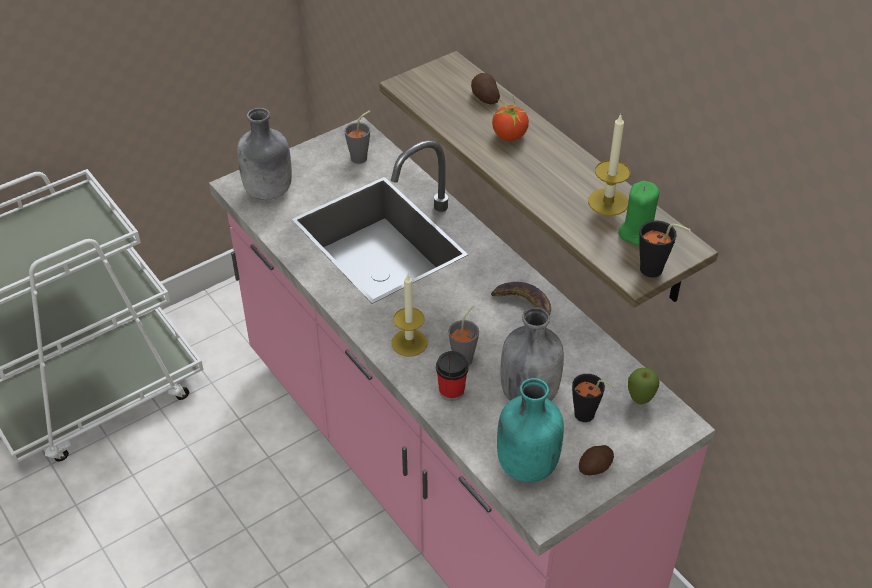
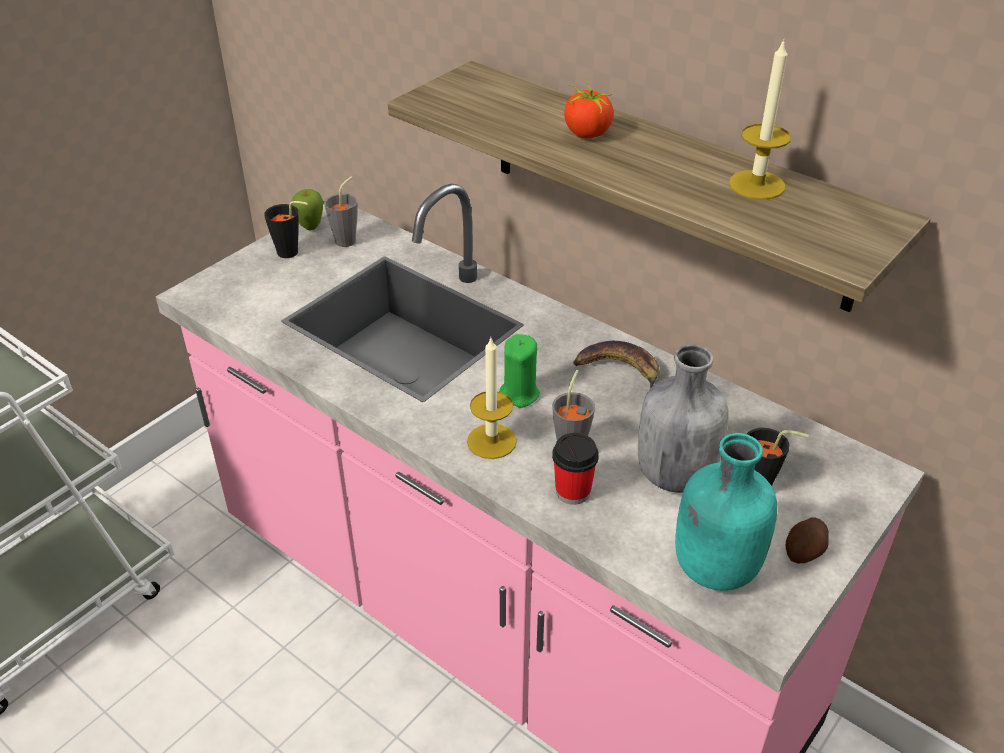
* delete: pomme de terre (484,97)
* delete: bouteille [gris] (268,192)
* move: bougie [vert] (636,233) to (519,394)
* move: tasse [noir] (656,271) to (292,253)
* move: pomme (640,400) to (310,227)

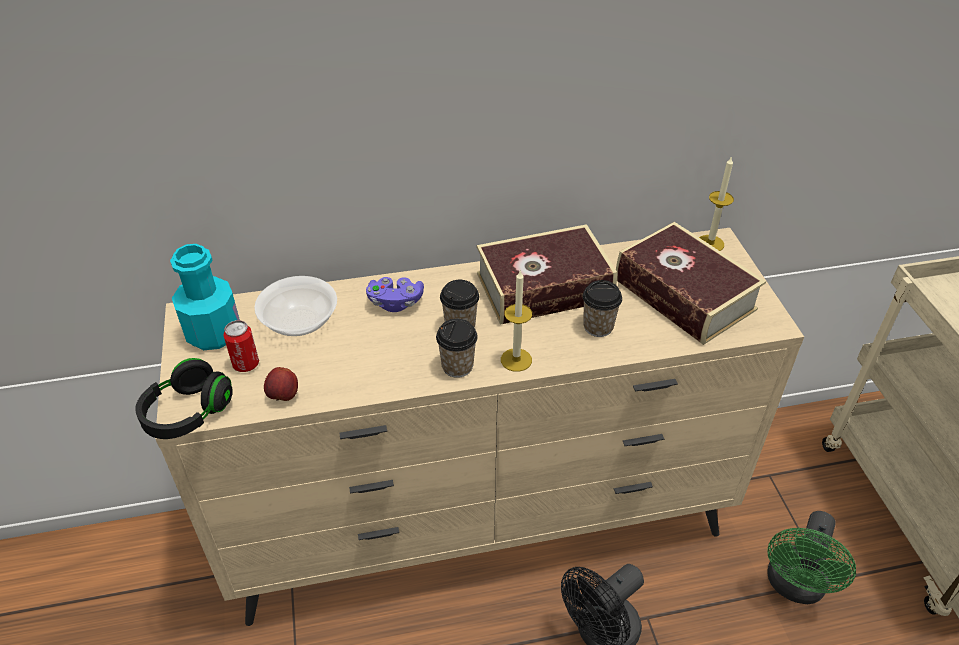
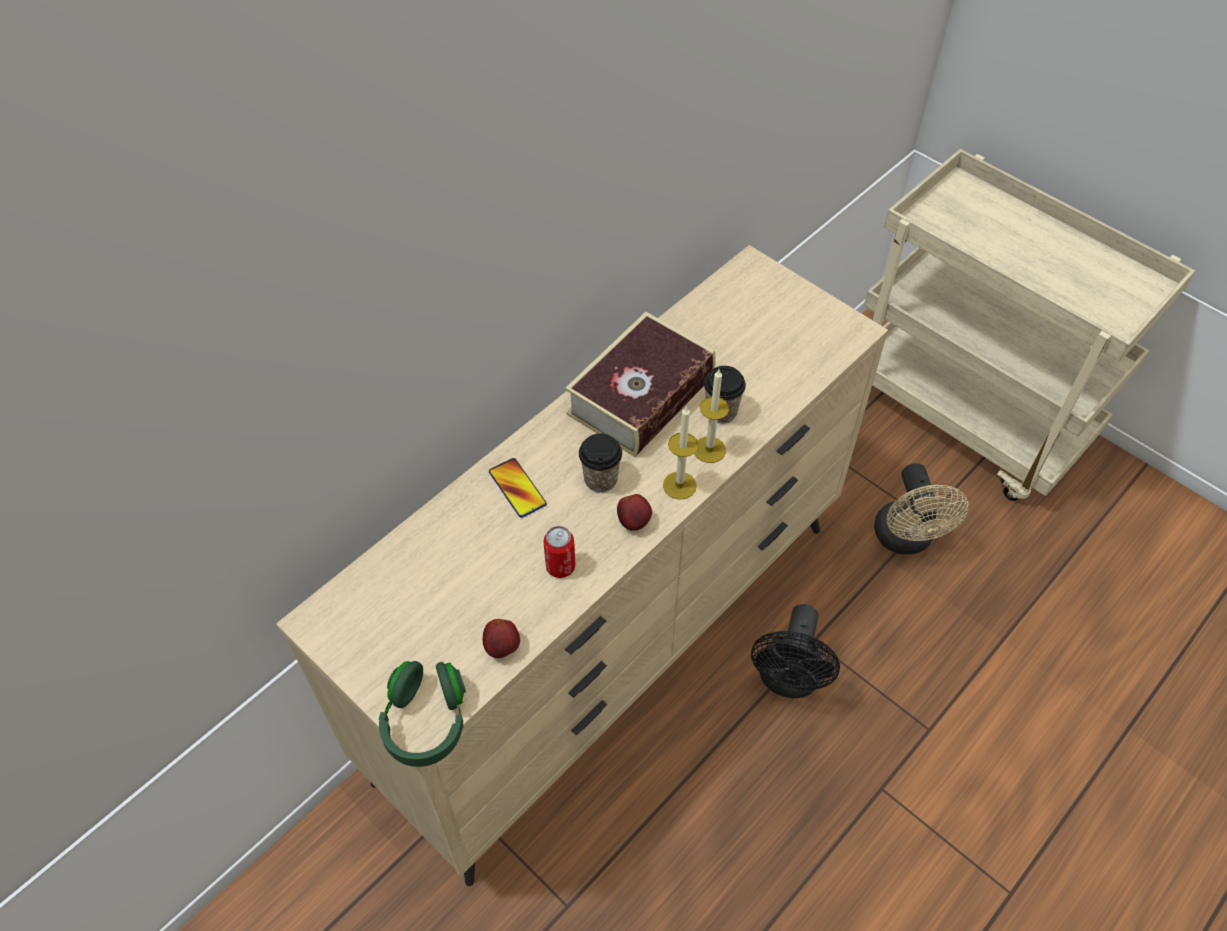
* move: bougie (710,243) to (709,449)
* delete: livre (684,295)
* delete: bouteille [turquoise] (213,333)
* delete: bol (300,320)
* replace: manette [violet] (395,302) to téléphone (517,488)
* replace: tasse (457,366) to pomme (634,522)
* move: boîte métallique (246,364) to (560,566)
* recolor: casque audio [noir] (188,413) to casque audio [vert] (426,722)
* recolor: ventilateur [vert] (794,587) to ventilateur [beige] (906,540)

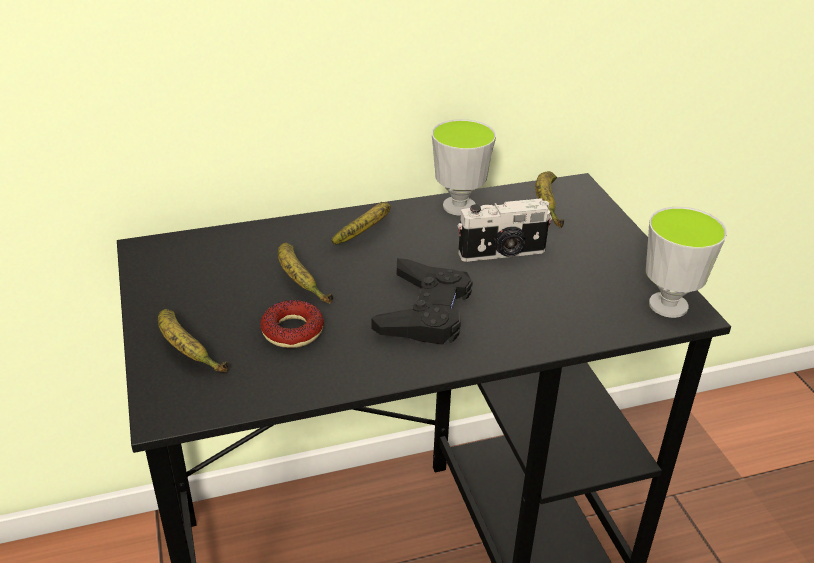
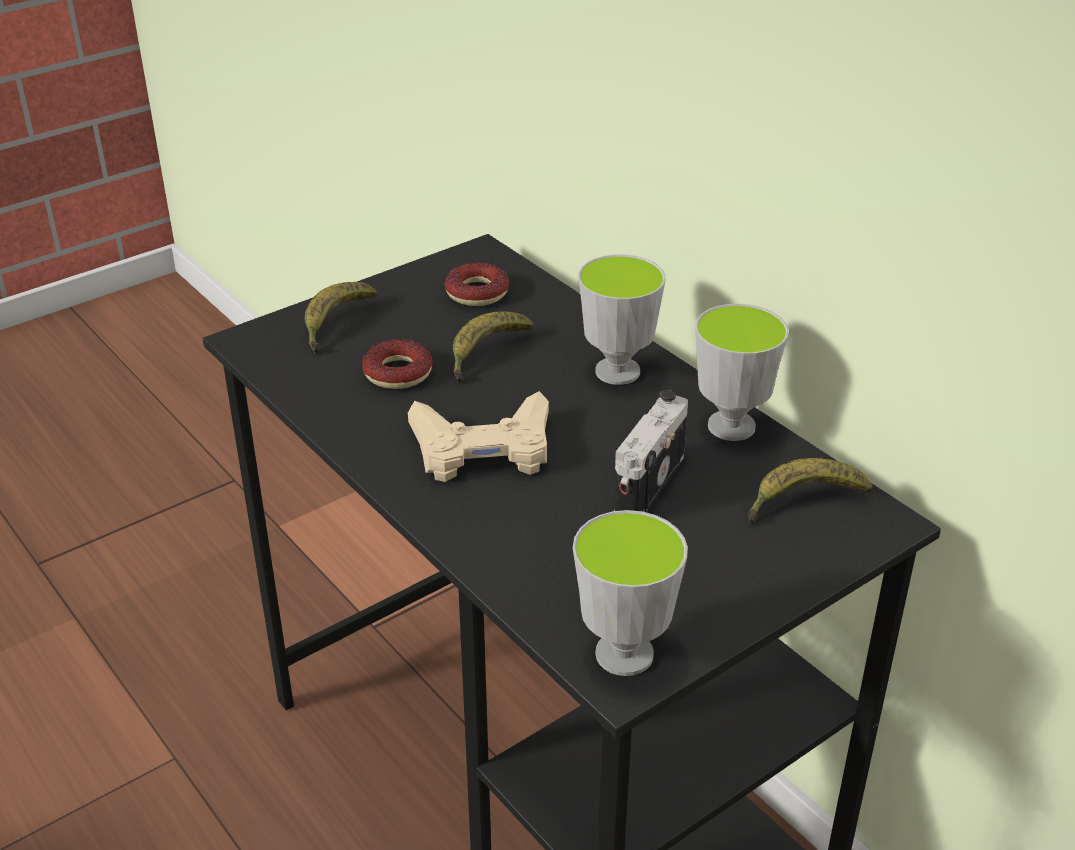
* rotate: appareil photo (503,254) = (645,484) 60 degrees clockwise
* replace: banane (367,231) to tasse (617,372)
* recolor: manette [noir] (424,311) to manette [beige] (483,448)
* insert: beignet (477,292)

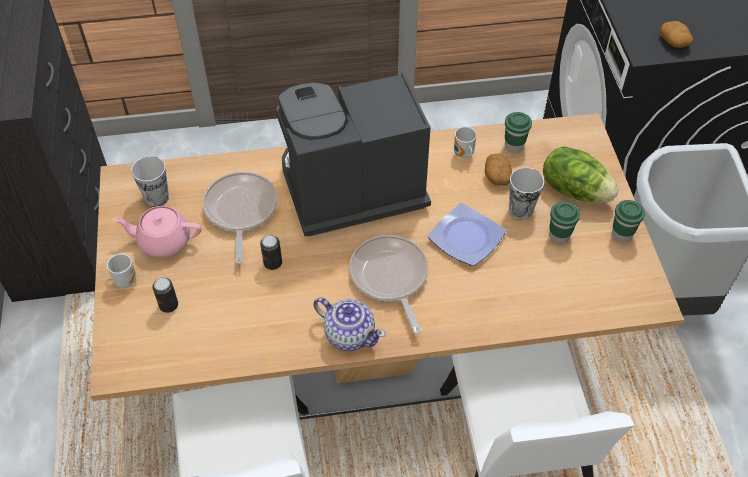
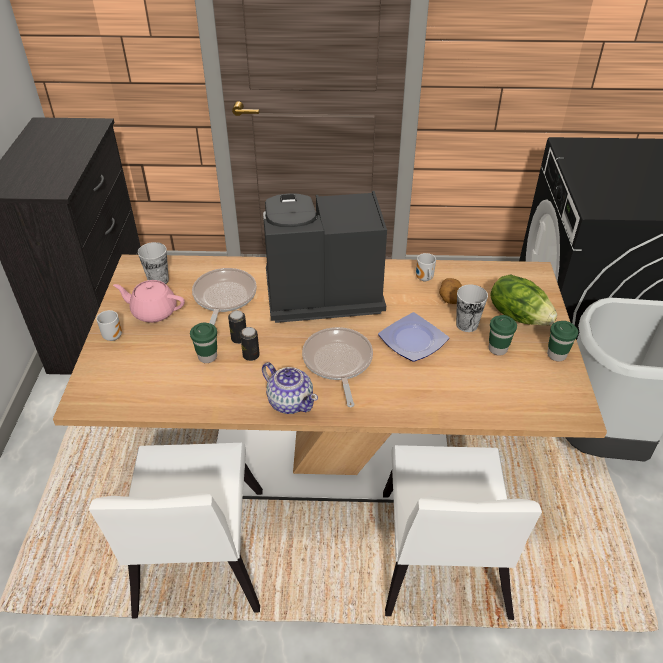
* delete: pomme de terre (674,42)
* move: tasse [vert] (514,146) to (207,357)
* move: boîte métallique (168,305) to (251,355)

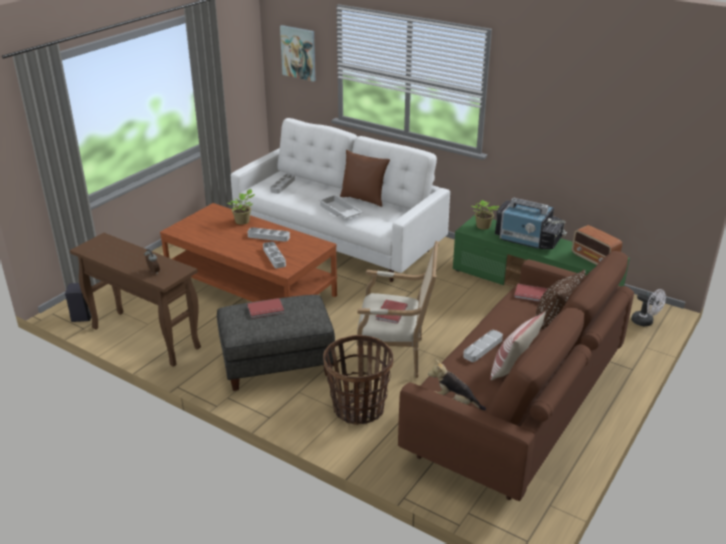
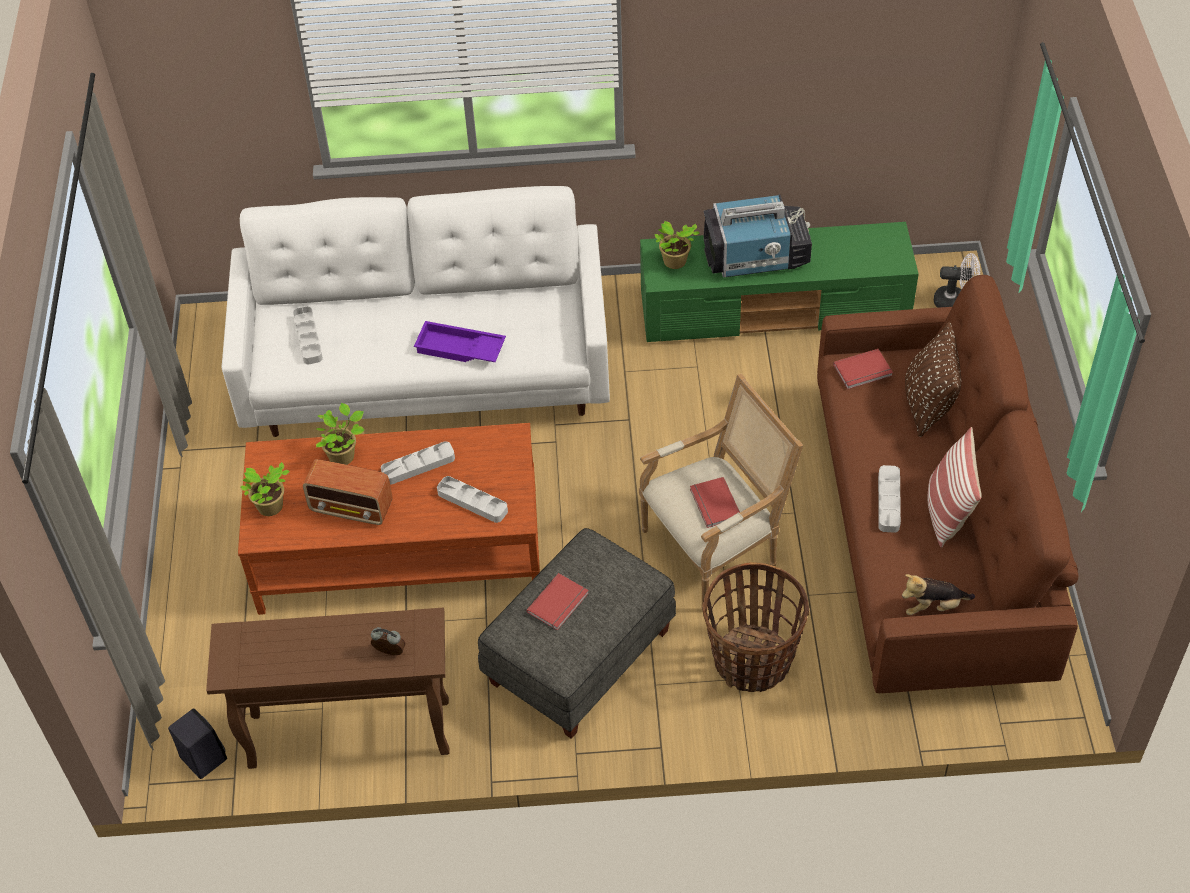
* delete: tableau (298,53)
* delete: coussin [marron] (363,199)
* recolor: plateau [blanc] (339,211) to plateau [violet] (459,349)
* move: radio (594,260) to (352,508)
* insert: plante en pot (271,508)

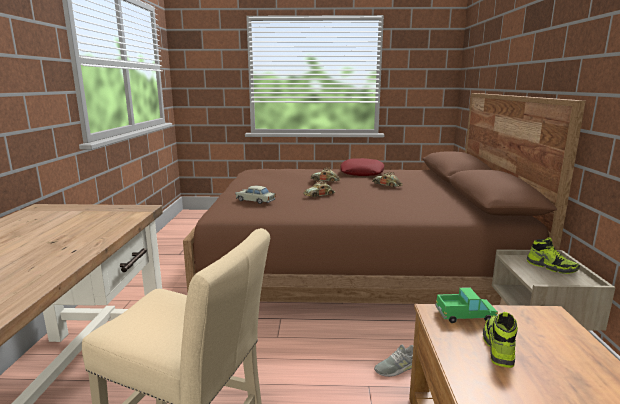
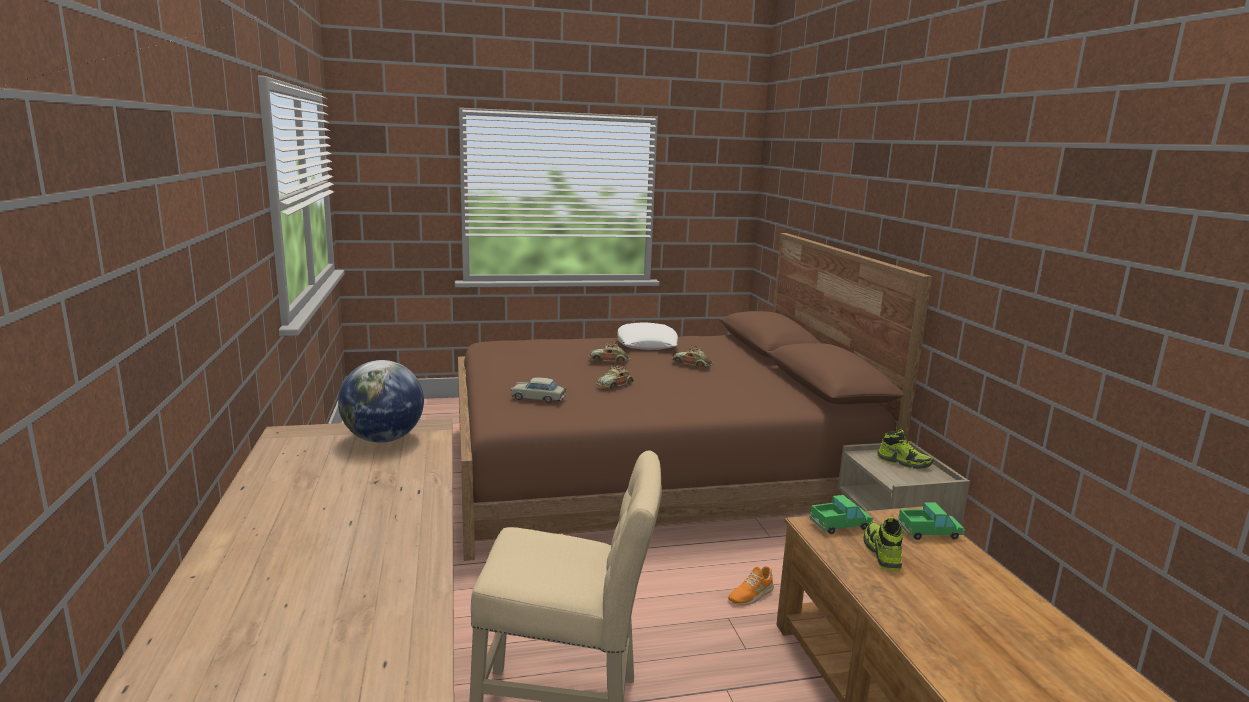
* recolor: coussin [rouge] (362,173) to coussin [blanc] (647,344)
* recolor: chaussure [gris] (396,367) to chaussure [orange] (751,594)
* insert: globe (383,439)
* insert: camion jouet (929,532)

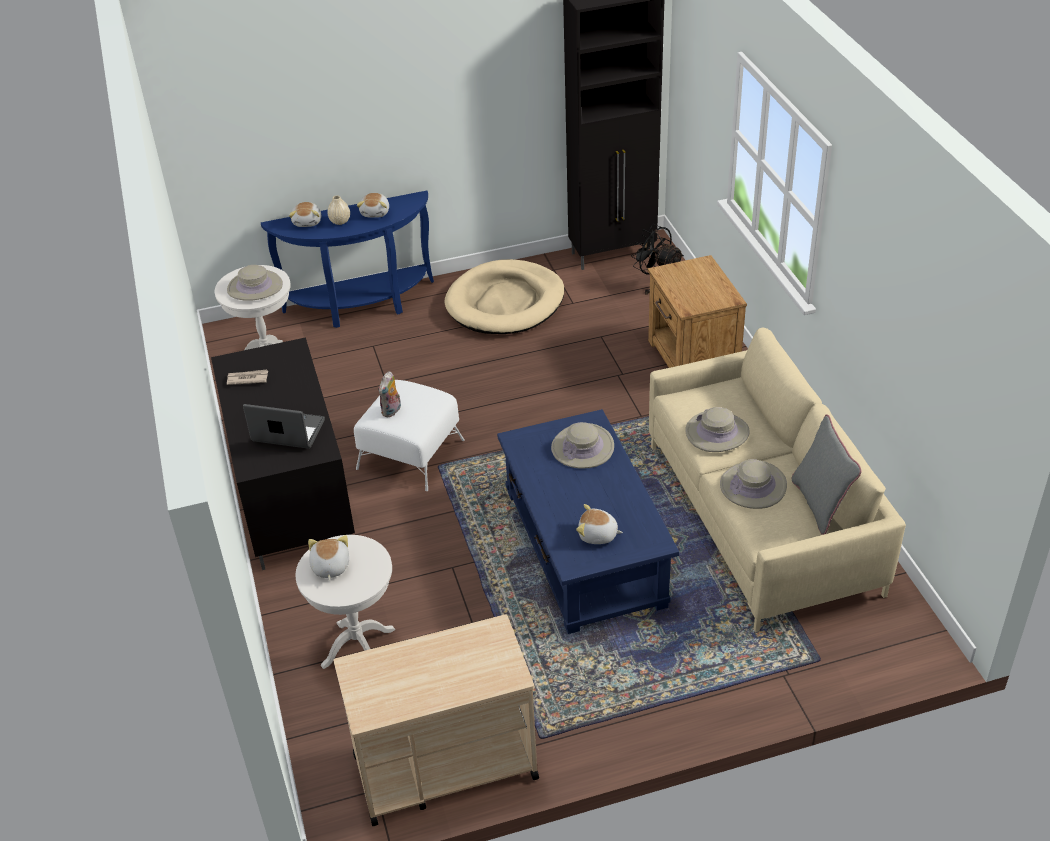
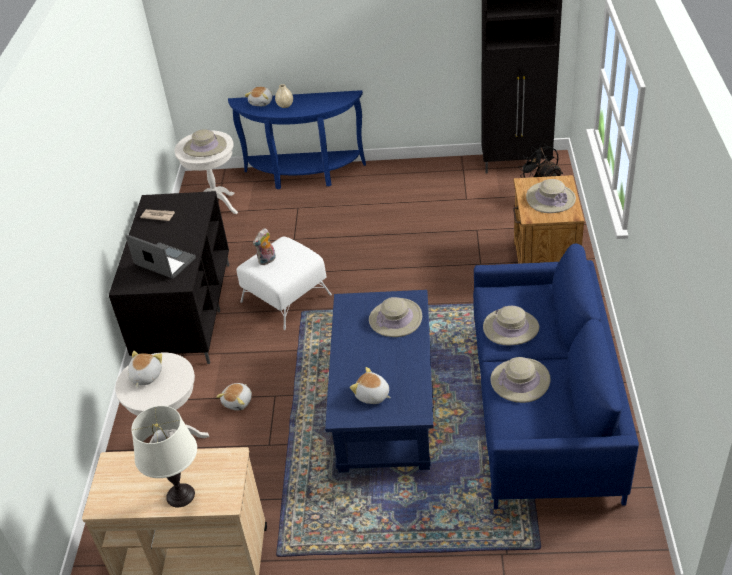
* move: peluche (376,212) to (238,402)
* delete: panier pour chien [beige] (505,302)
* recolor: canapé [beige] (761,518) to canapé [bleu] (543,409)
* delete: coussin [gris] (820,504)
* insert: chapeau [beige] (550,198)
* insert: lampe de table [blanc] (180,495)

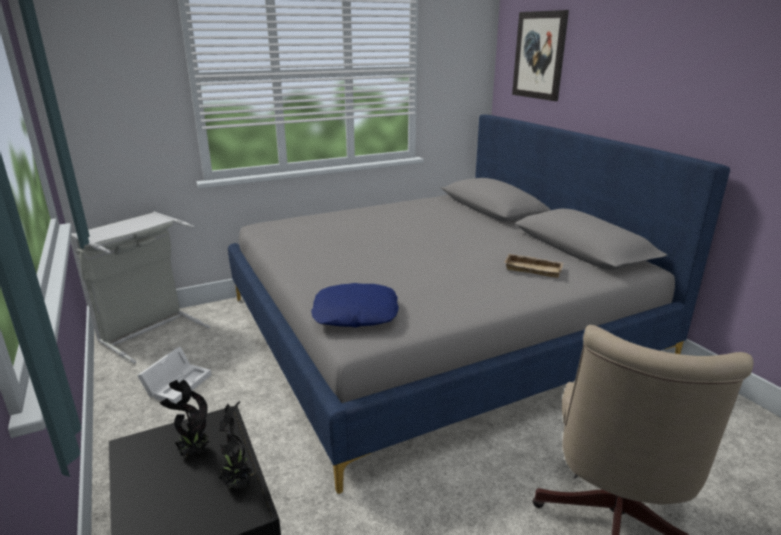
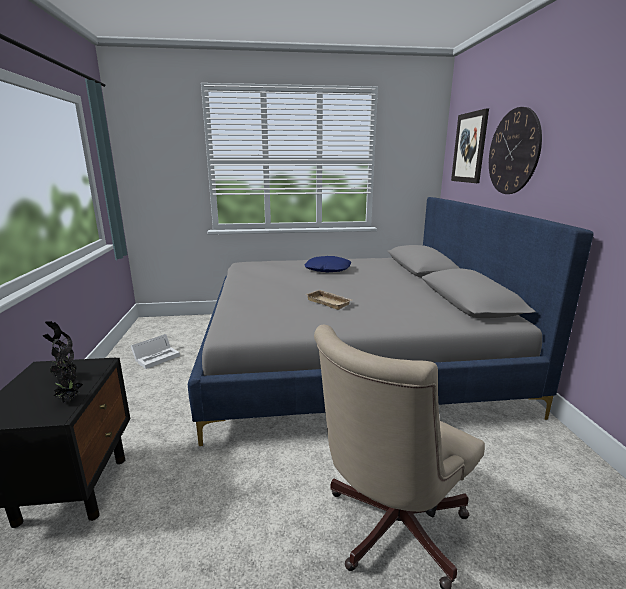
* delete: panier à linge [gris] (149,331)
* move: plateau [beige] (534,269) to (330,302)
* move: coussin [bleu] (355,314) to (327,269)
* insert: horloge murale (513,152)

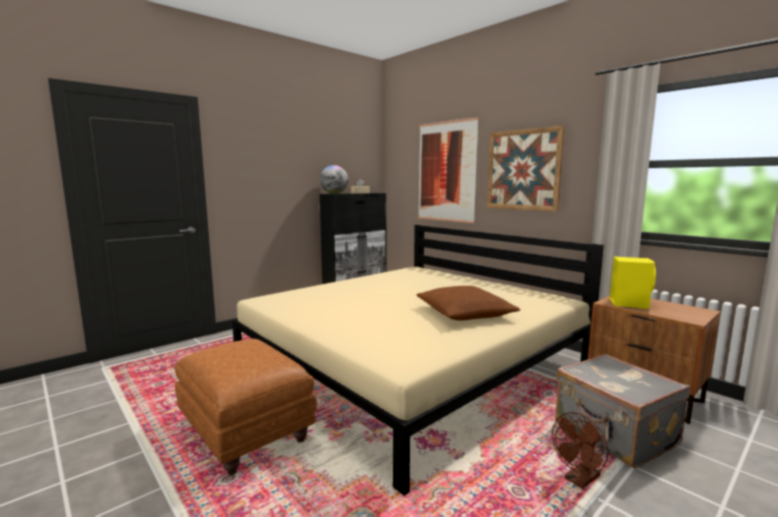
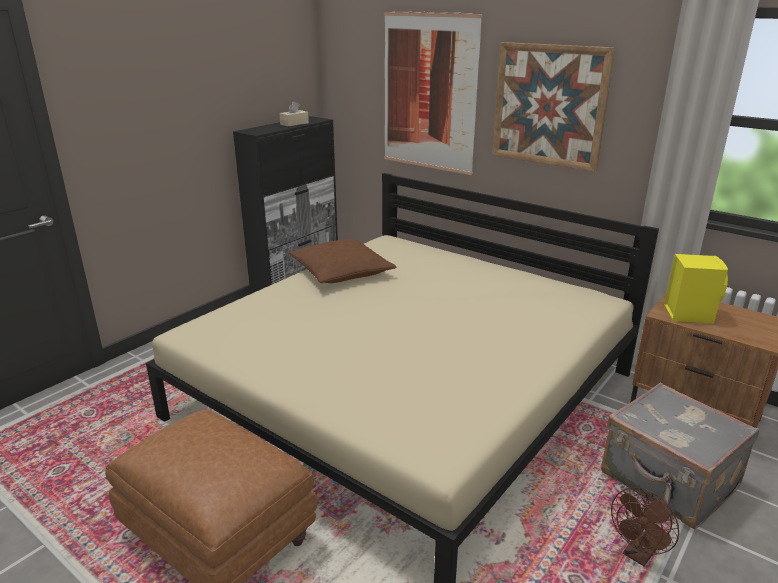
* delete: globe (334,193)
* move: coussin [marron] (464,313) to (341,271)

